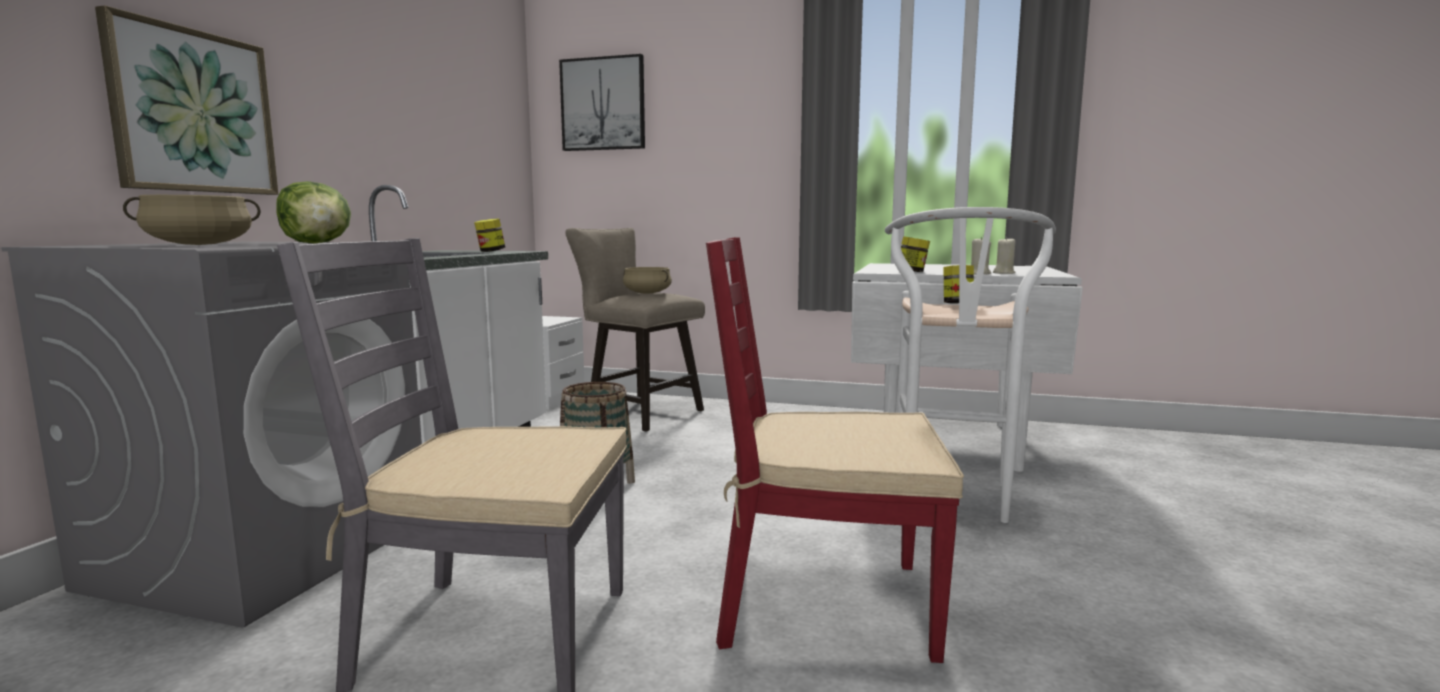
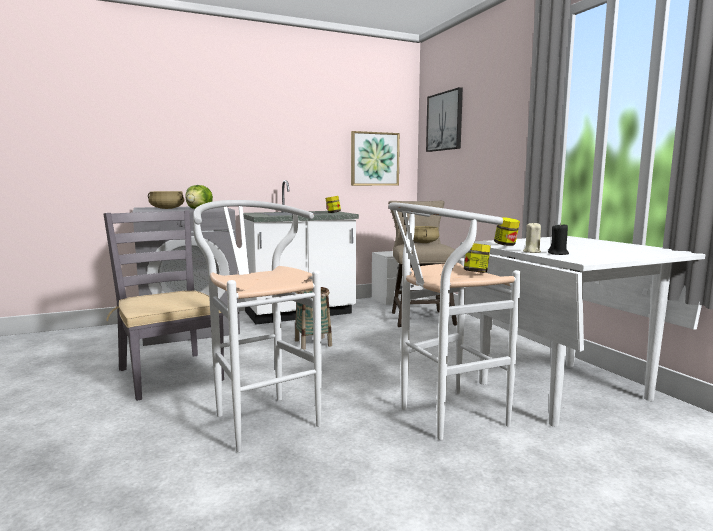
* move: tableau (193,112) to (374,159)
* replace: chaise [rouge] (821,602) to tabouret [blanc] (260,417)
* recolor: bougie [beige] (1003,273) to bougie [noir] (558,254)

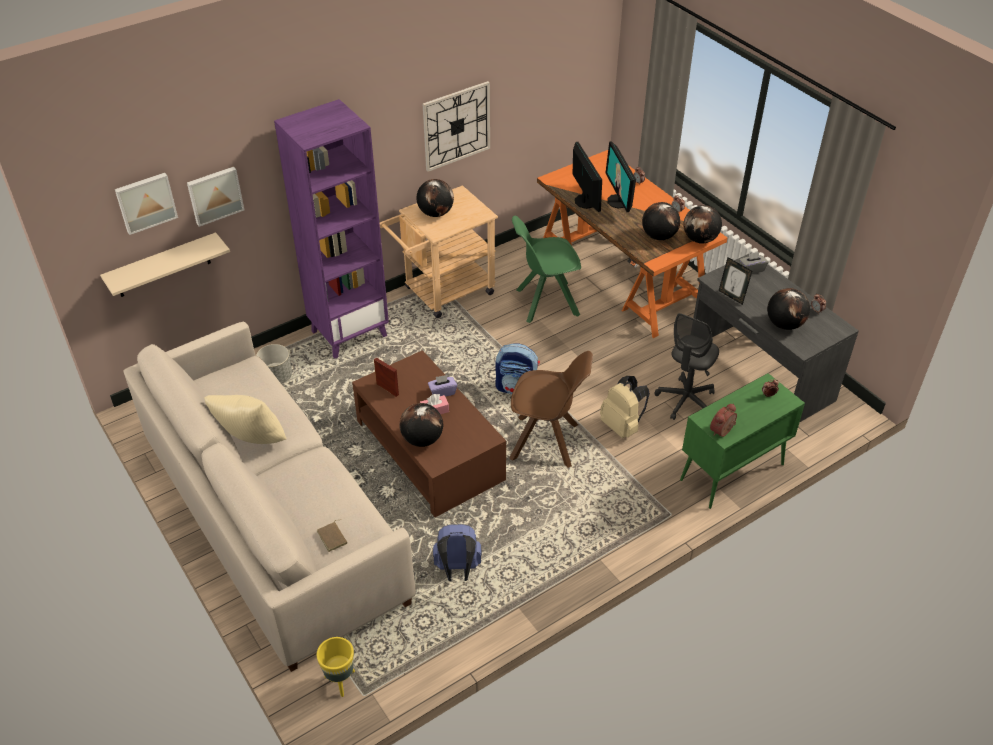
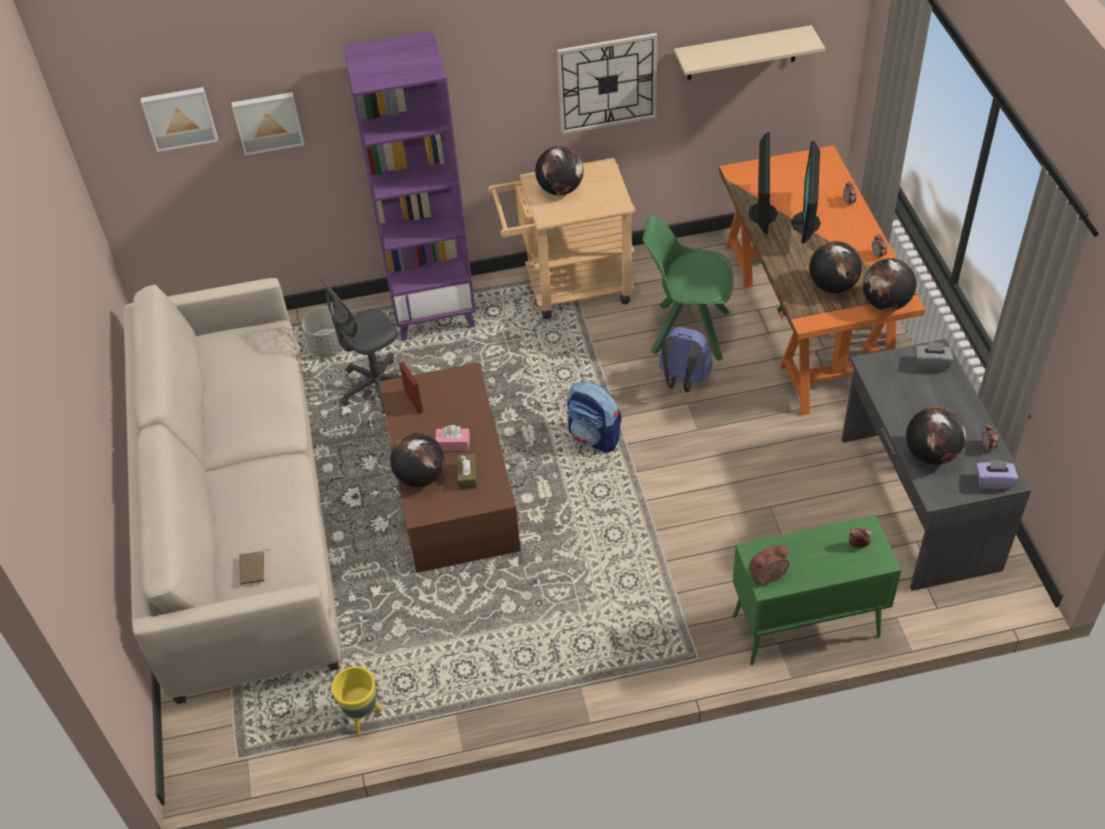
* move: étagère [beige] (162,266) to (742,53)
* delete: cadre photo (732,296)
* move: chaise de bureau [gris] (685,400) to (376,387)
* delete: chaise [marron] (546,442)
* move: boîte à mouchoirs [violet] (442,392) to (993,481)
* delete: sac à dos [beige] (622,426)
* delete: coussin [beige] (251,442)
* move: sac à dos [bleu] (457,570) to (683,381)
* move: cache-pot [jaune] (340,681) to (362,717)
* insert: boîte à mouchoirs [marron] (467,476)

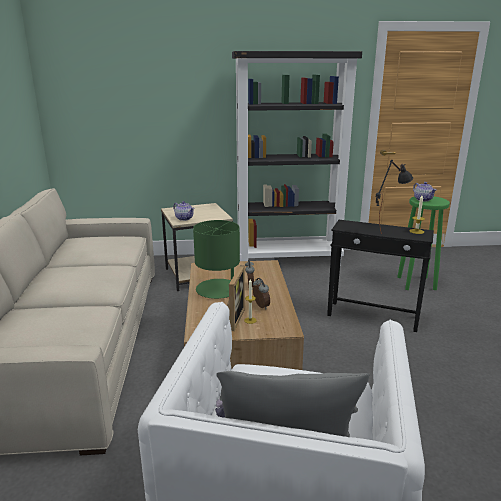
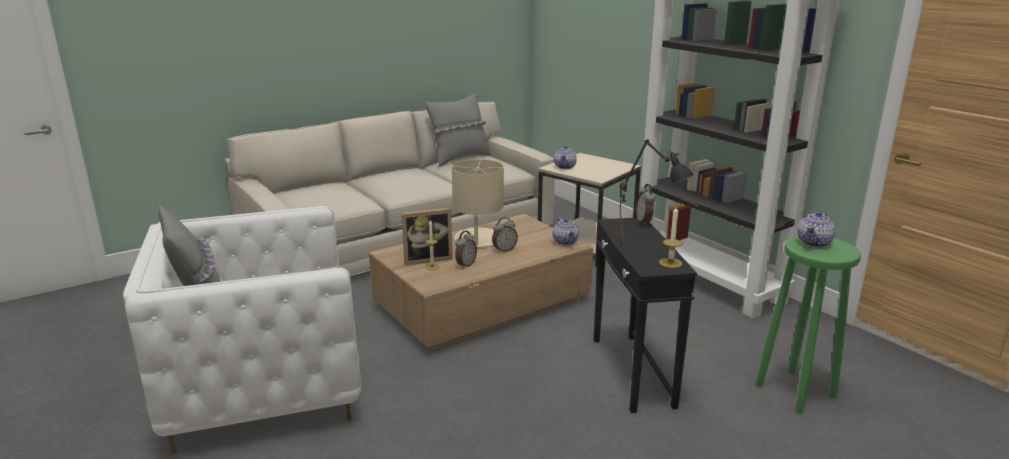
* recolor: lampe de table [vert] (218,290) to lampe de table [beige] (478,239)
* insert: coussin [gris] (459,158)
* insert: réveil (644,222)
* insert: théière (565,242)

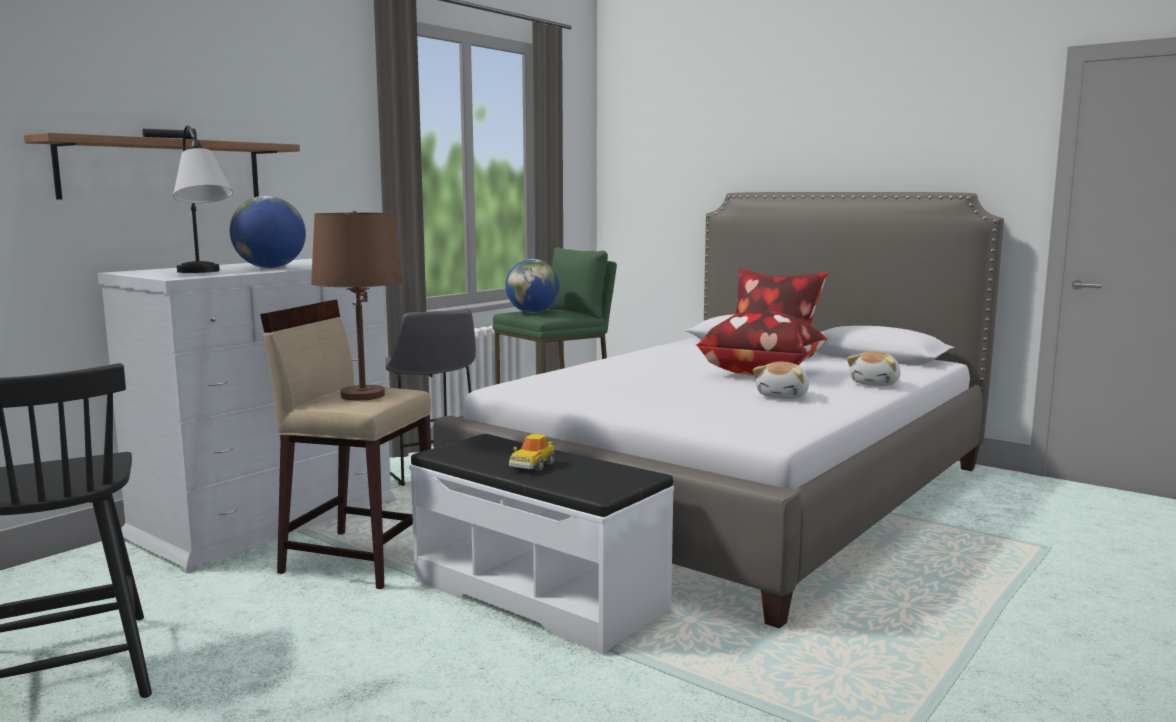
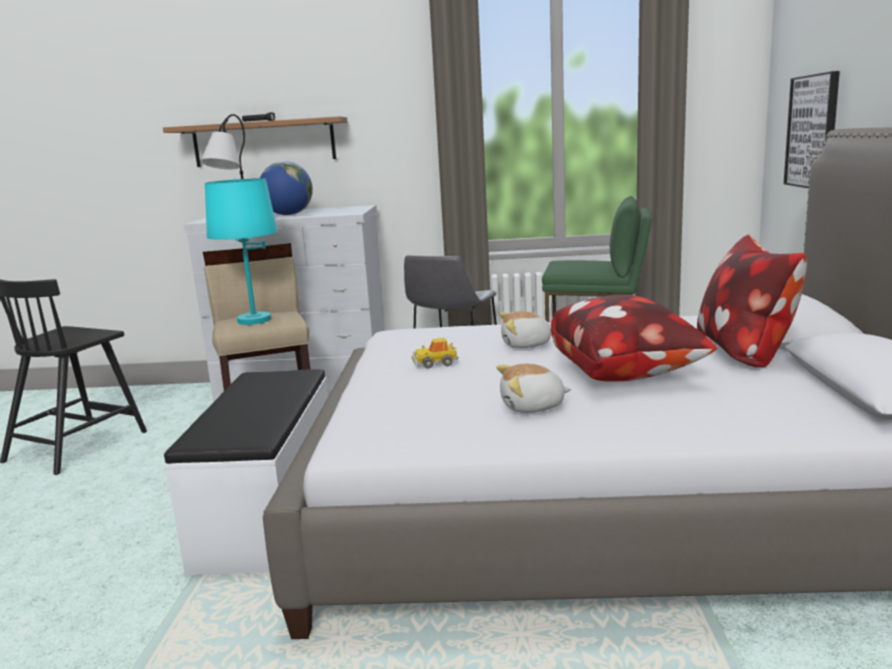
* recolor: lampe de table [marron] (363,395) to lampe de table [turquoise] (254,320)
* delete: globe (532,312)
* move: peluche (876,384) to (526,345)
* move: petite voiture (532,465) to (435,363)
* insert: tableau (813,131)

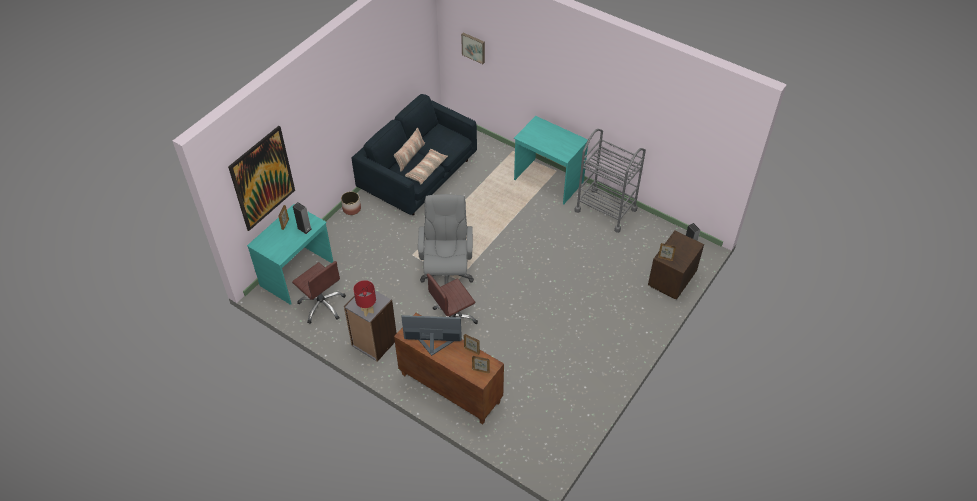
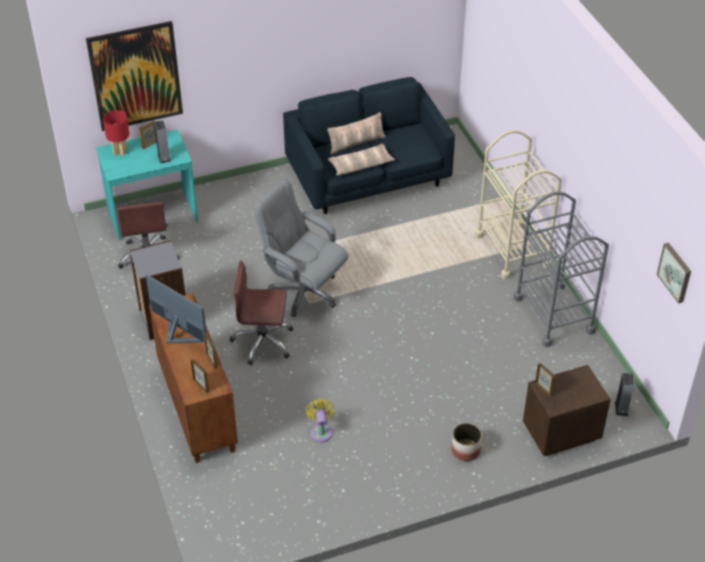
* move: tableau (474,47) to (675,272)
* replace: bureau [turquoise] (548,181) to chariot [beige] (512,250)
* move: cache-pot (351,209) to (465,450)
* rotate: chaise de bureau [gris] (447,274) = (303,291) 90 degrees counterclockwise
* move: lampe de table [rouge] (367,311) to (120,152)
* insert: ventilateur [jaune] (321,431)

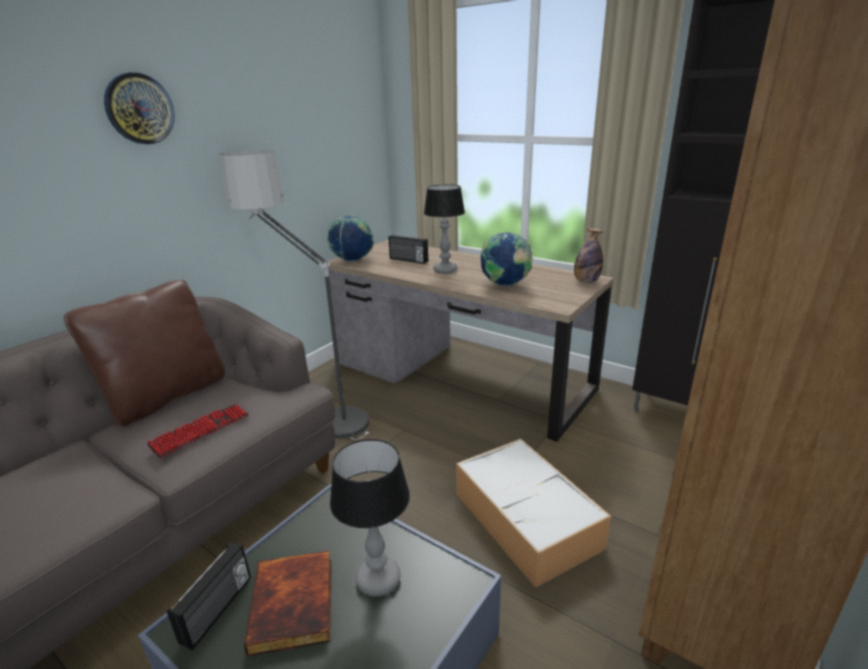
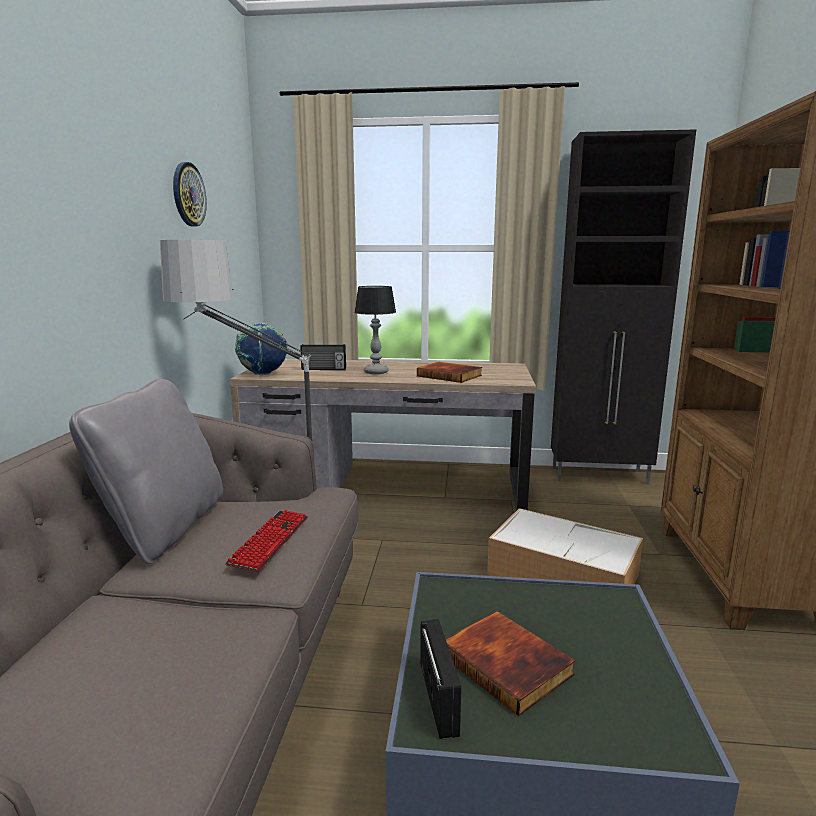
* move: horloge murale (139,109) to (188,194)
* delete: bouteille (586,281)
* replace: globe (505,285) to livre (450,375)
* recolor: coussin [marron] (167,396) to coussin [gris] (165,528)
* delete: lampe de table (379,579)

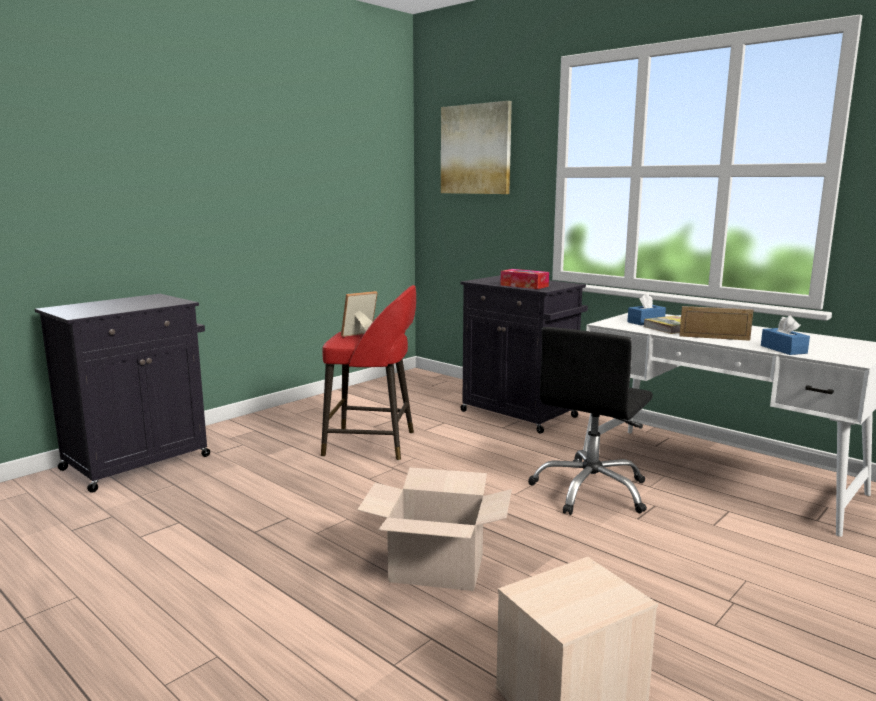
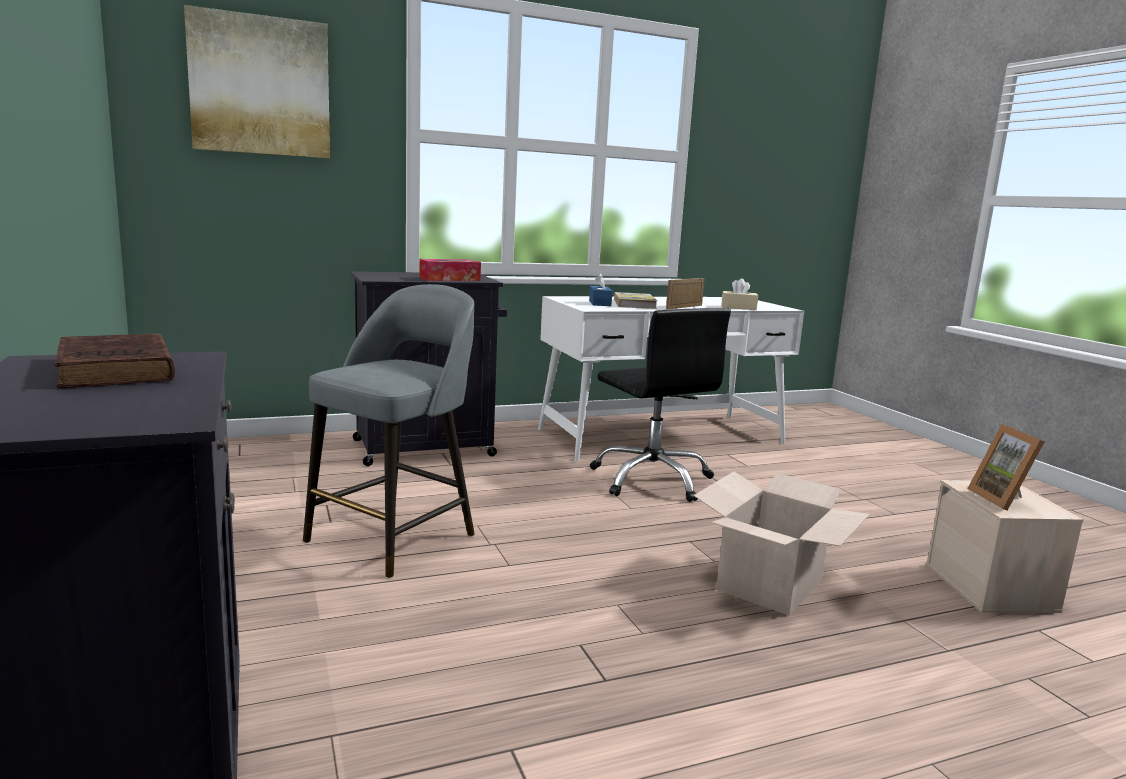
* recolor: tabouret [rouge] (372,444) to tabouret [gris] (395,536)
* move: cadre photo (362,336) to (1004,500)
* recolor: boîte à mouchoirs [bleu] (783,349) to boîte à mouchoirs [beige] (738,307)
* insert: livre [marron] (116,370)

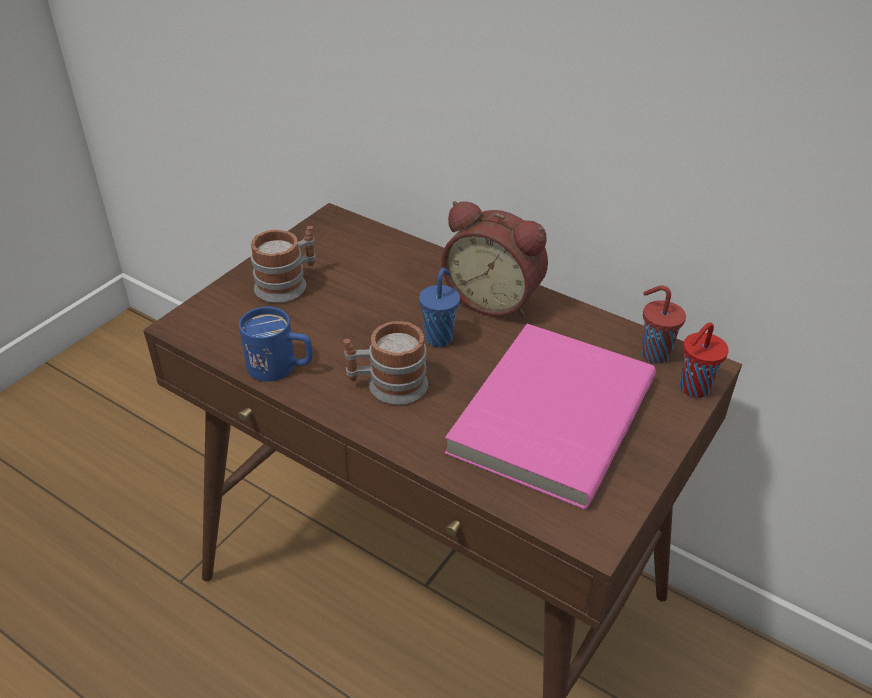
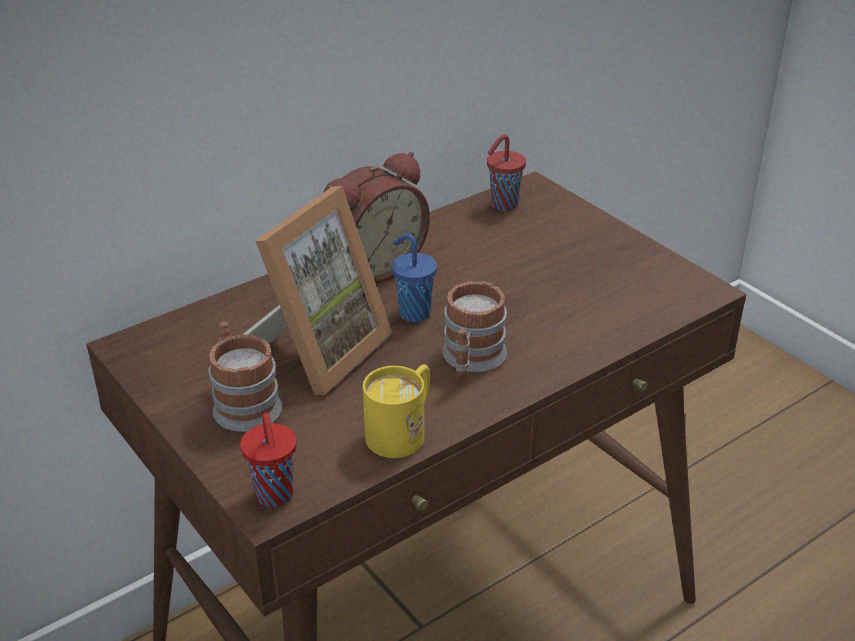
* recolor: mug [bleu] (281,367) to mug [jaune] (403,430)
* move: tasse [rouge] (692,389) to (274,496)
* delete: livre [rose] (548,415)
* insert: cadre photo (318,350)

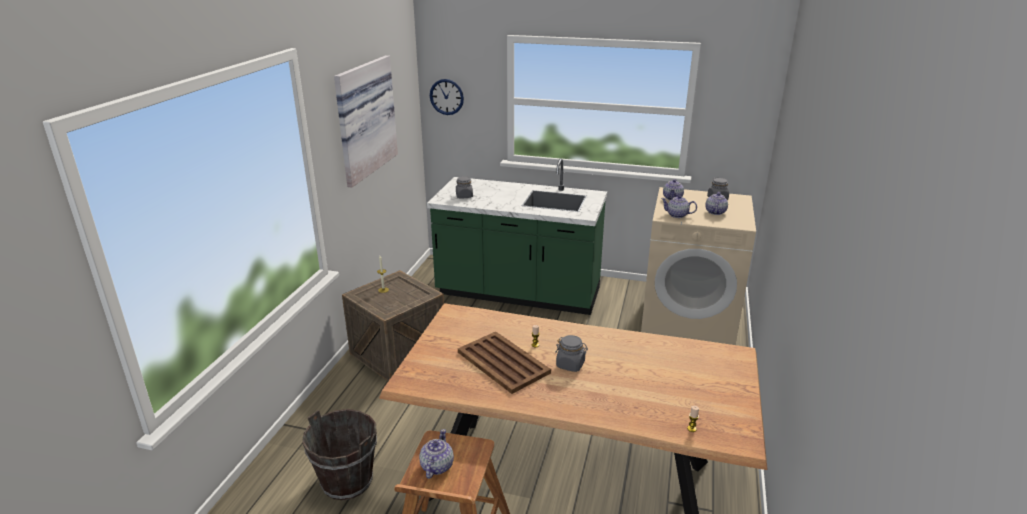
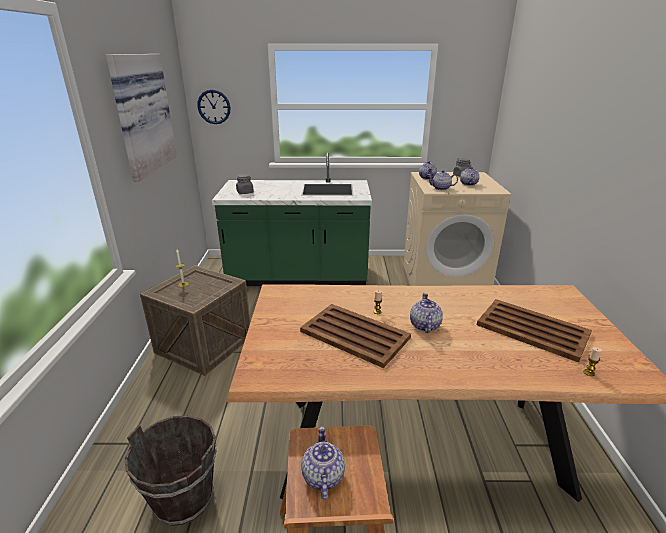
* replace: bocal [gris] (570,364) to théière (424,326)
* insert: plateau [marron] (533,330)

